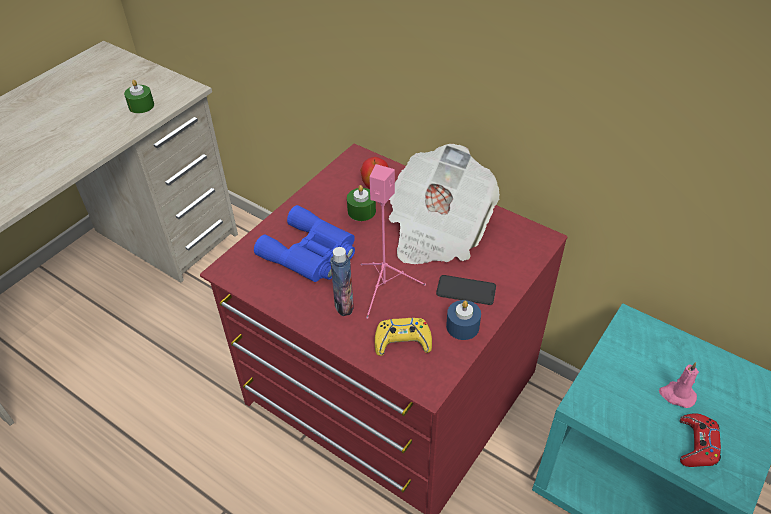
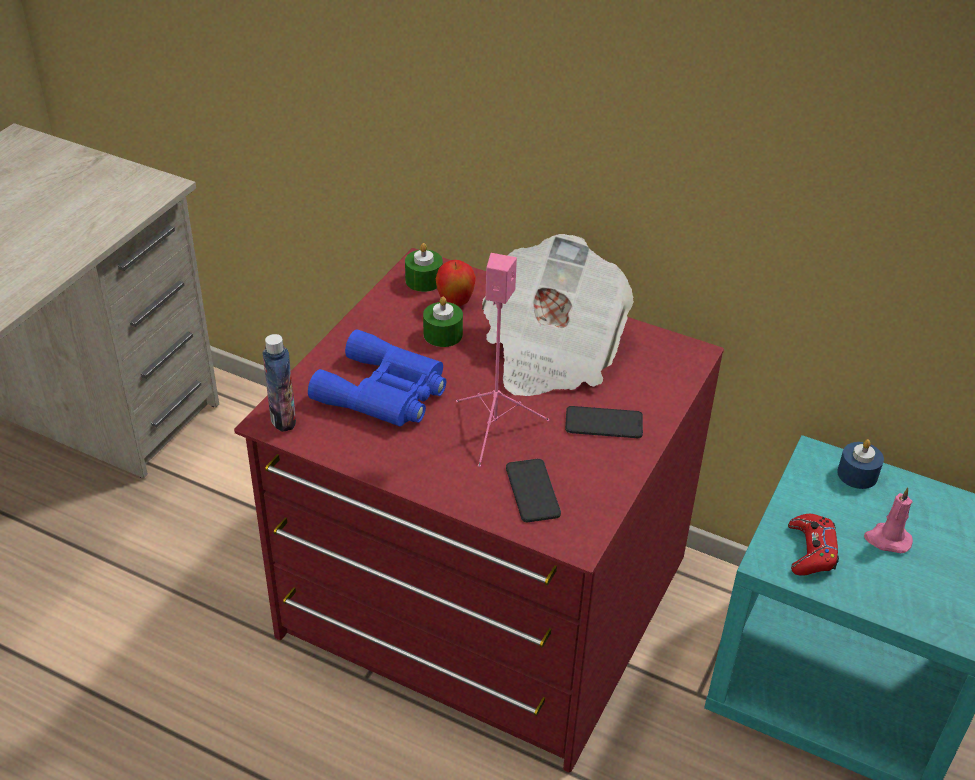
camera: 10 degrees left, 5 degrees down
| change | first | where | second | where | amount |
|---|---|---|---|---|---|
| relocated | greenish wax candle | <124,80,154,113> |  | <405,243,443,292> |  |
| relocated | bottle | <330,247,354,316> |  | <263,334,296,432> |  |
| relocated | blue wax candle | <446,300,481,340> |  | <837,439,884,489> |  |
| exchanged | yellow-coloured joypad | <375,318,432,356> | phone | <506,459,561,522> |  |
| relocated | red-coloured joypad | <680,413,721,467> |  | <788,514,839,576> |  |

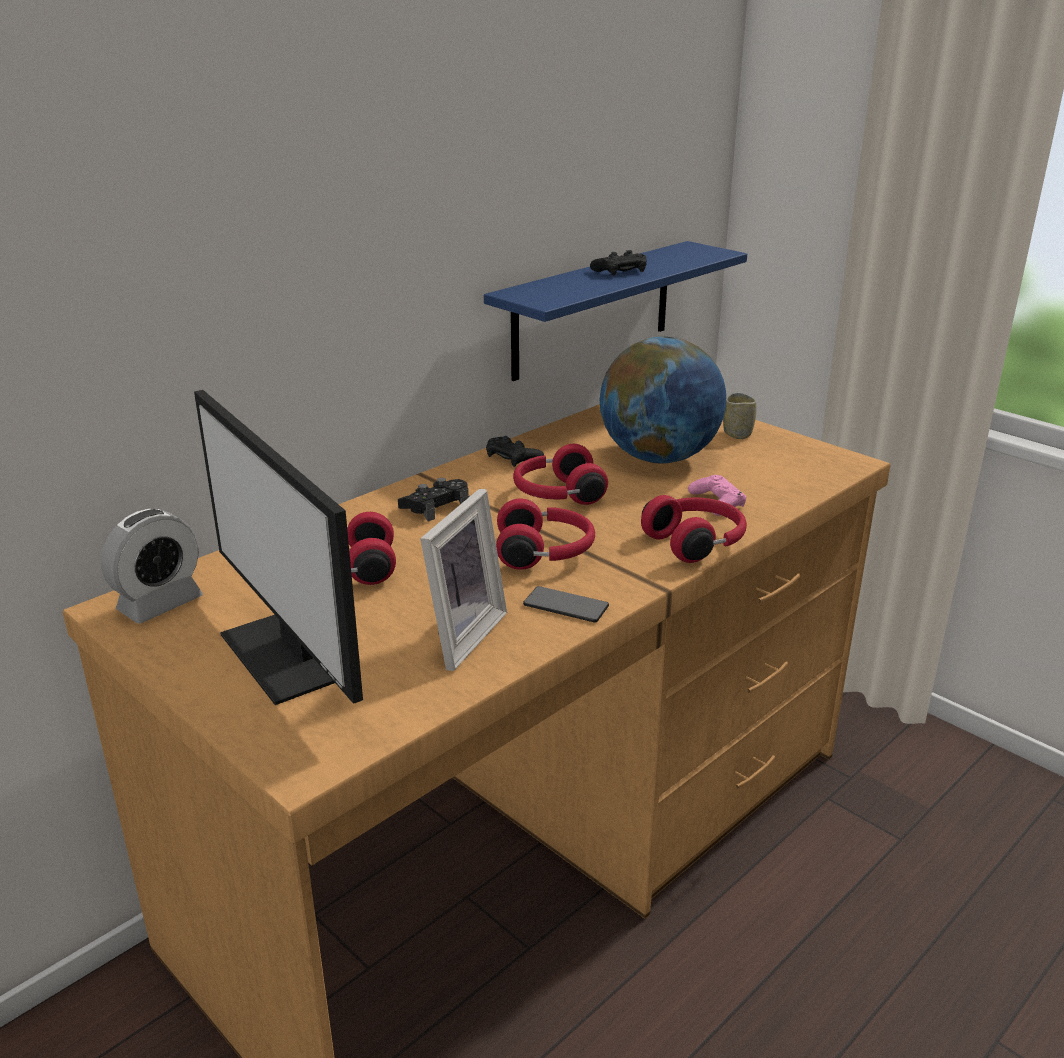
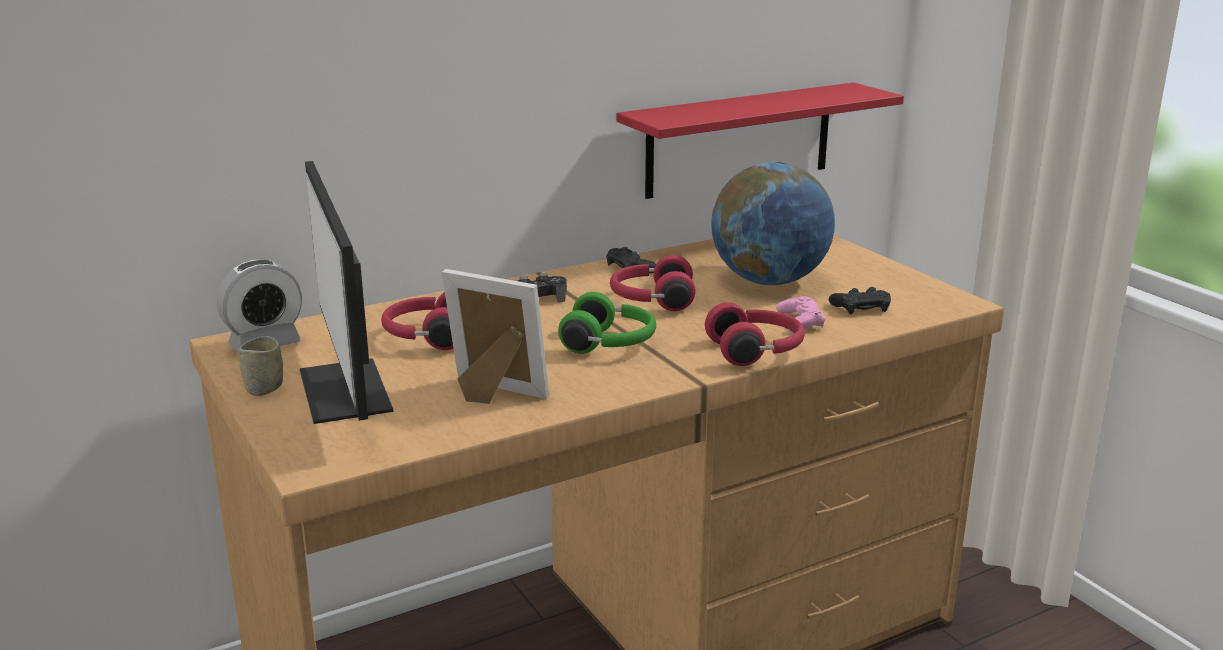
camera: 15 degrees right, 5 degrees down
| change | first | where | second | where | amount |
|---|---|---|---|---|---|
| colour | blue wall shelf | <484,241,747,381> | red-coloured wall shelf | <616,82,904,199> |  |
| relocated | black joypad | <590,250,647,276> |  | <829,287,891,315> |  |
| relocated | small cup | <723,392,756,439> |  | <239,336,283,396> |  |
| spun | picture frame | <420,489,507,671> |  | <442,269,549,404> | 105 degrees counterclockwise |
| colour | red-coloured headset | <496,498,595,570> | greenish headset | <558,292,656,354> |  |
| missing | phone | <523,586,609,622> |  |  |  |

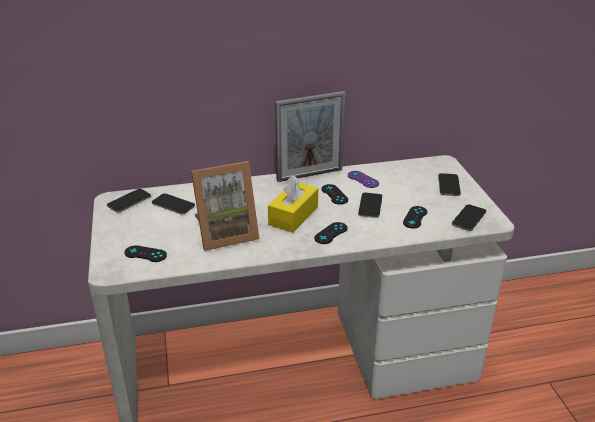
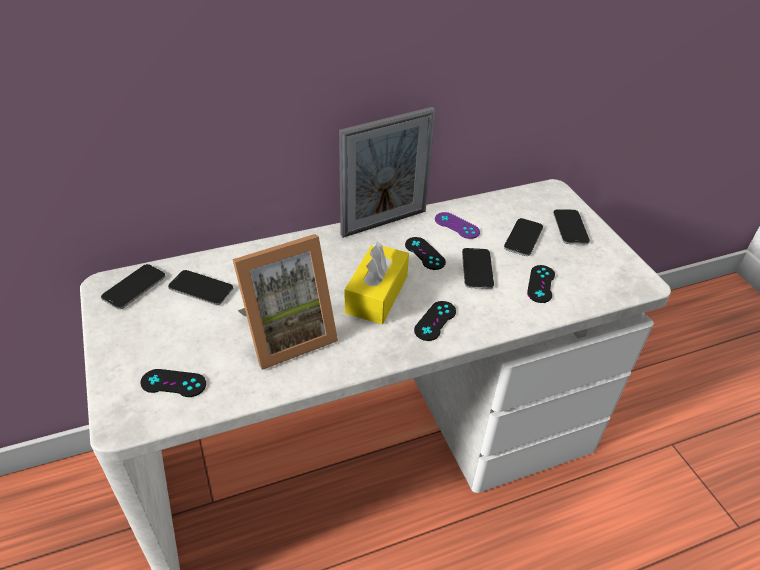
camera: 10 degrees left, 10 degrees up
| change | first | where | second | where | amount |
|---|---|---|---|---|---|
| relocated | phone | <452,204,486,231> |  | <504,218,543,256> |  |

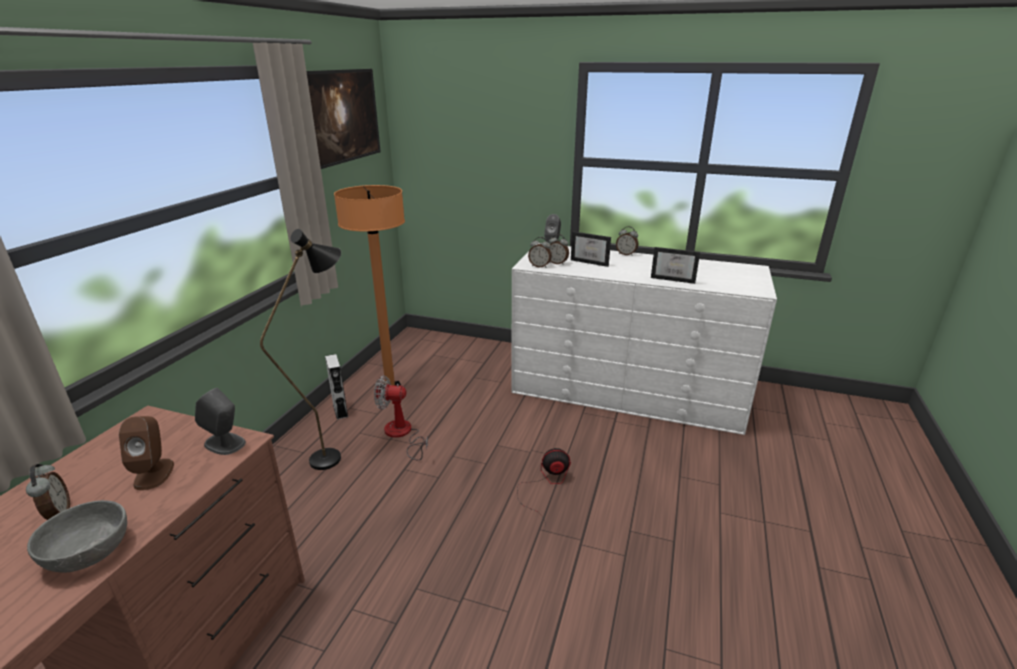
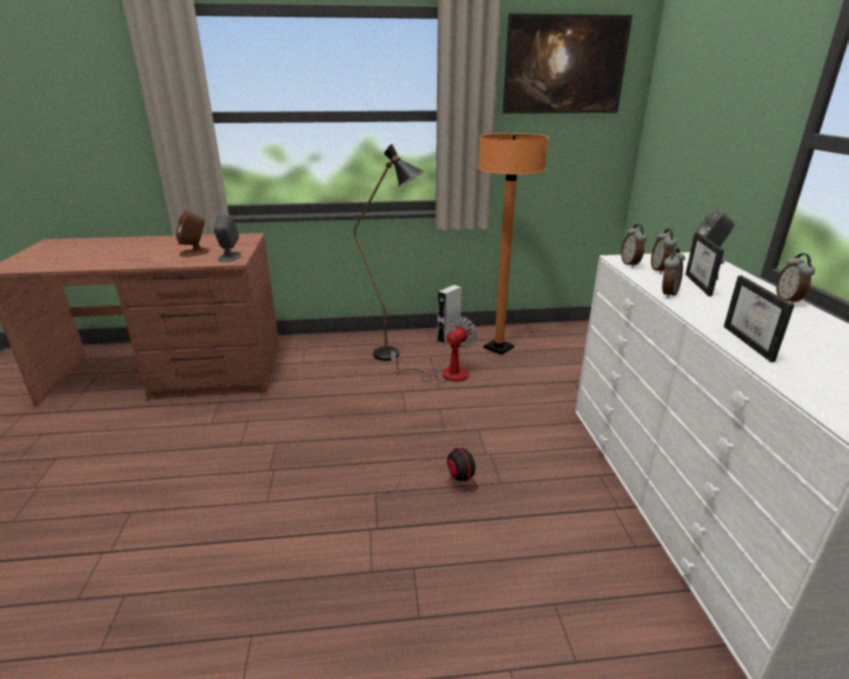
camera: 65 degrees right, 0 degrees up
| change | first | where | second | where | amount |
|---|---|---|---|---|---|
| spun | electric fan | <374,375,428,460> |  | <391,317,478,383> | 60 degrees clockwise |
| relocated | alarm clock | <26,464,70,520> |  | <662,248,685,298> |  |
| missing | greyish deep dish | <27,500,127,573> |  |  |  |

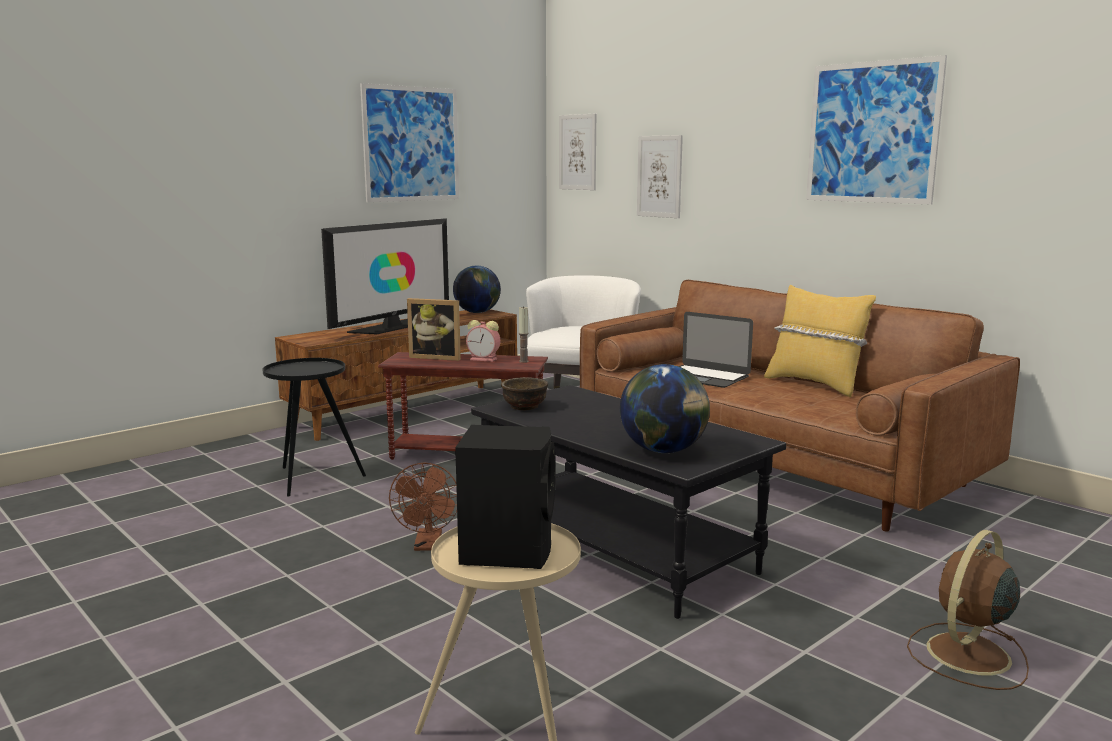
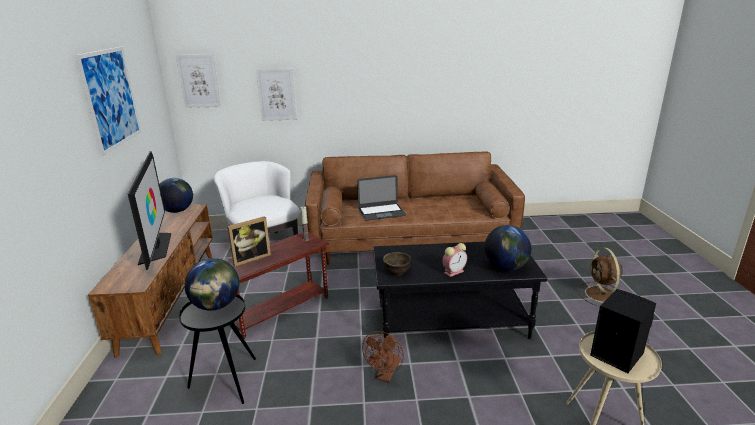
camera: 50 degrees left, 10 degrees up
| change | first | where | second | where | amount |
|---|---|---|---|---|---|
| missing | picture | <806,55,947,204> |  |  |  |
| missing | yellow-coloured cushion | <764,285,876,397> |  |  |  |
| relocated | alarm clock | <466,320,500,362> |  | <442,243,467,277> |  |
| spun | brown electric fan | <389,462,457,551> |  | <362,331,404,382> | 75 degrees clockwise |
| appeared |  |  | desk globe | <185,258,239,311> |  |

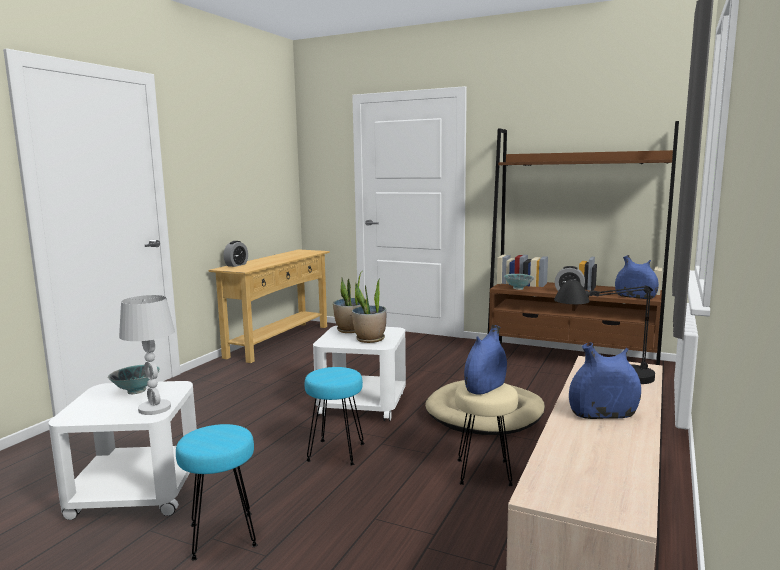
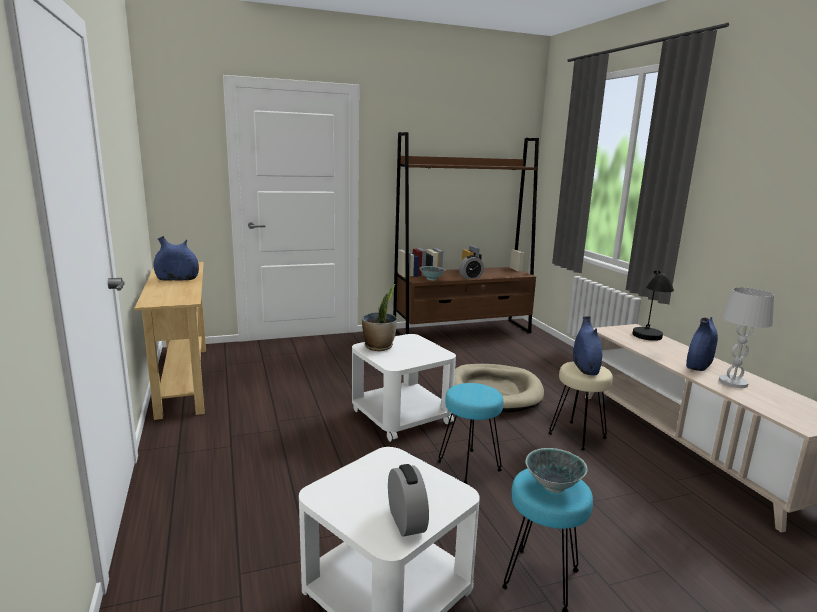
camera: 45 degrees left, 5 degrees up
| change | first | where | second | where | amount |
|---|---|---|---|---|---|
| relocated | alarm clock | <223,241,248,267> |  | <388,464,429,537> |  |
| relocated | blue flower vase | <615,255,659,299> |  | <153,236,199,280> |  |
| missing | plant in a pot | <352,278,386,343> |  |  |  |
| relocated | whitish tabletop lamp | <119,295,175,415> |  | <719,287,774,388> |  |
| relocated | deep dish | <108,365,160,394> |  | <526,448,587,493> |  |

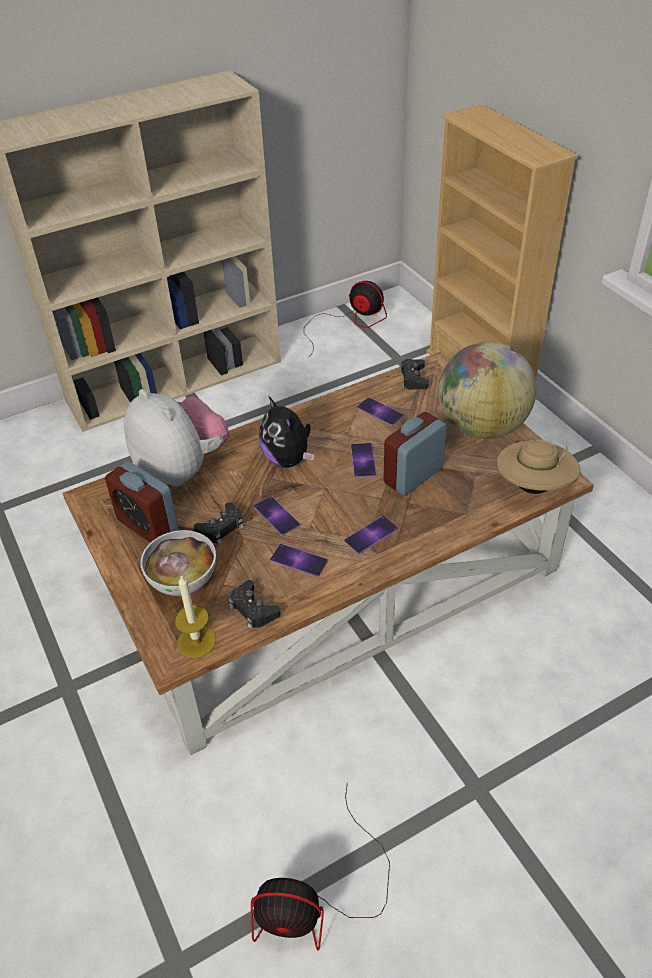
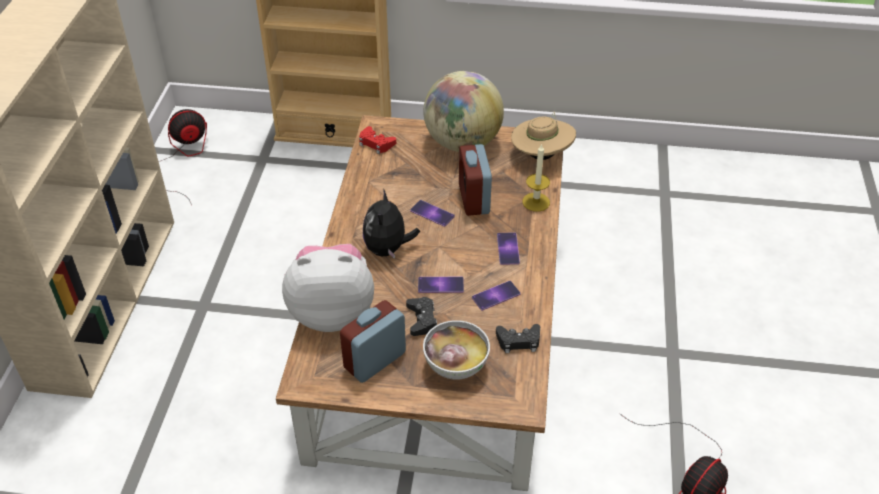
camera: 55 degrees left, 0 degrees up
| change | first | where | second | where | amount |
|---|---|---|---|---|---|
| colour | black joypad | <400,359,429,390> | red-coloured joypad | <359,126,396,154> |  |
| spun | soft toy | <259,396,314,468> |  | <363,189,420,259> | 90 degrees clockwise |
| missing | phone | <357,397,404,426> |  |  |  |
| spun | alarm clock | <105,461,179,543> |  | <340,300,406,383> | 150 degrees clockwise |
| relocated | wax candle | <175,575,216,658> |  | <522,144,550,212> |  |

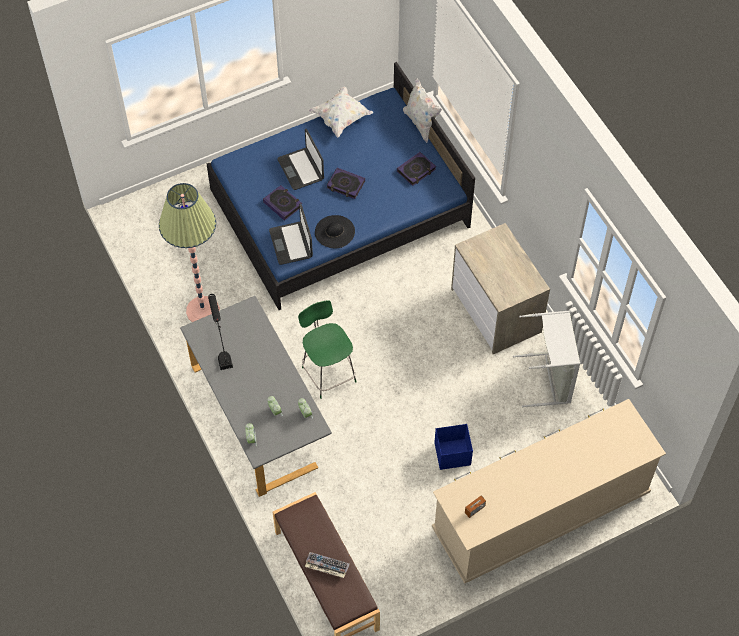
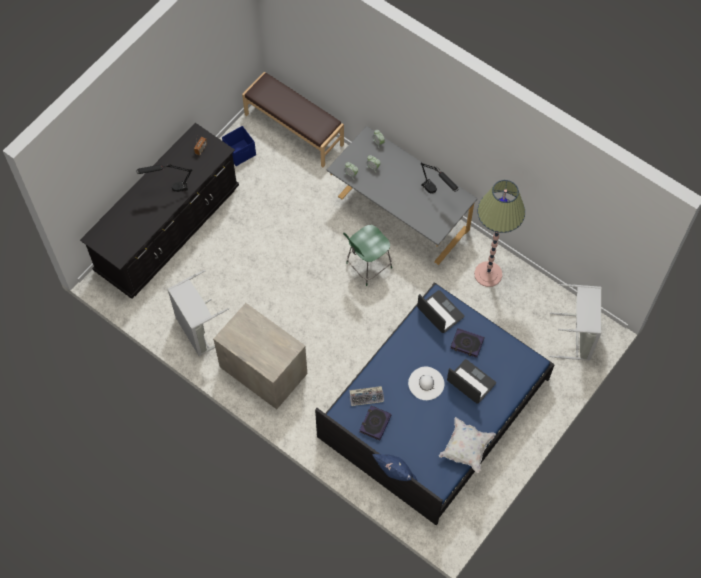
camera: 155 degrees right, 5 degrees up
| change | first | where | second | where | amount |
|---|---|---|---|---|---|
| colour | whitish cushion | <403,78,442,143> | blue cushion | <372,454,417,481> |  |
| exchanged | book | <326,168,365,199> | whitish hat | <408,367,445,400> |  |
| missing | black hat | <315,215,355,248> |  |  |  |
| spun | greenish chair | <298,300,357,399> |  | <343,225,392,286> | 105 degrees clockwise |
| colour | beige chest of drawers | <432,399,666,584> | black chest of drawers | <80,123,239,299> |  |
| relocated | blue storage bin | <434,424,473,470> |  | <222,126,256,166> |  |
| relocated | computer keyboard | <305,552,350,578> |  | <350,386,384,406> |  |
| appeared |  |  | black tabletop lamp | <136,164,193,192> |  |
| appeared |  |  | greyish hamper | <549,284,601,361> |  |

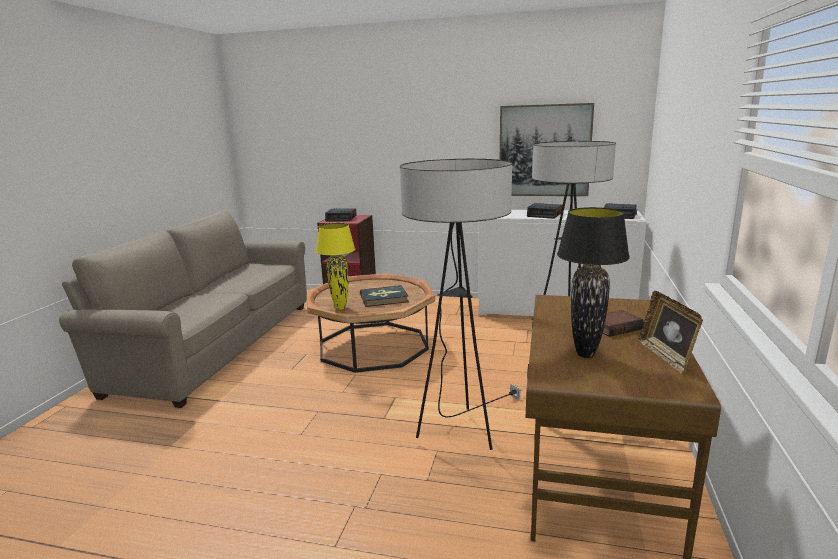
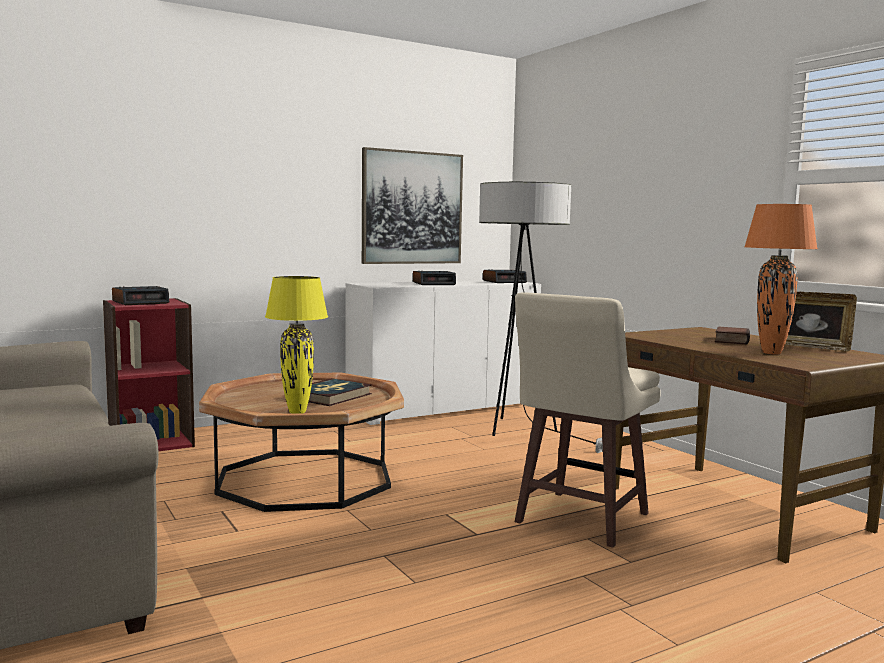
camera: 45 degrees left, 10 degrees down
| change | first | where | second | where | amount |
|---|---|---|---|---|---|
| exchanged | floor lamp | <400,159,522,450> | beige stool | <515,292,661,548> |  |
| colour | black tabletop lamp | <557,207,630,358> | orange-coloured tabletop lamp | <744,204,818,355> |  |

